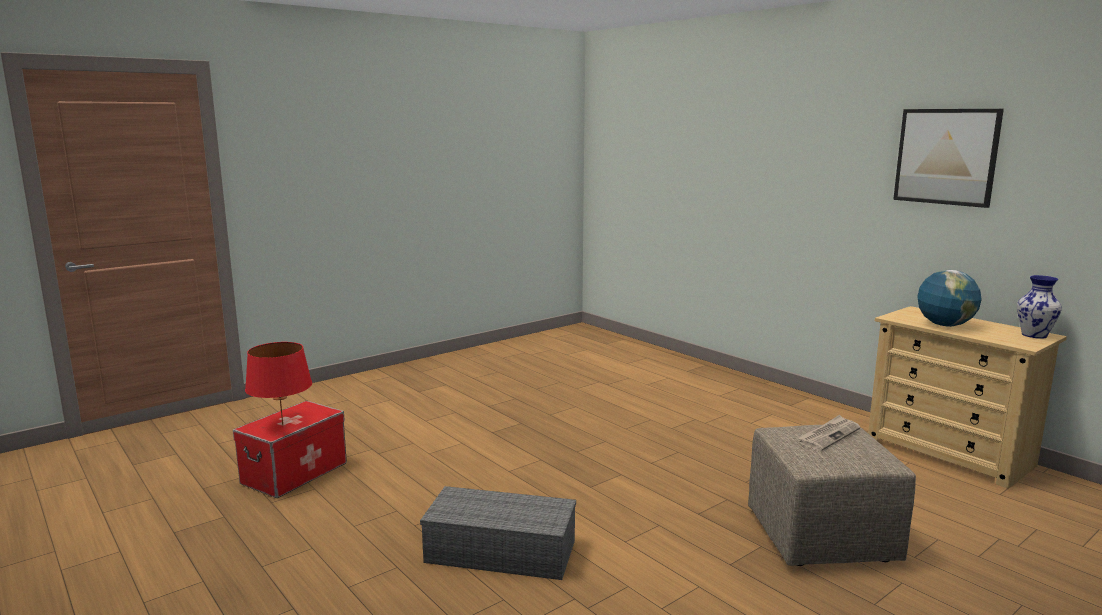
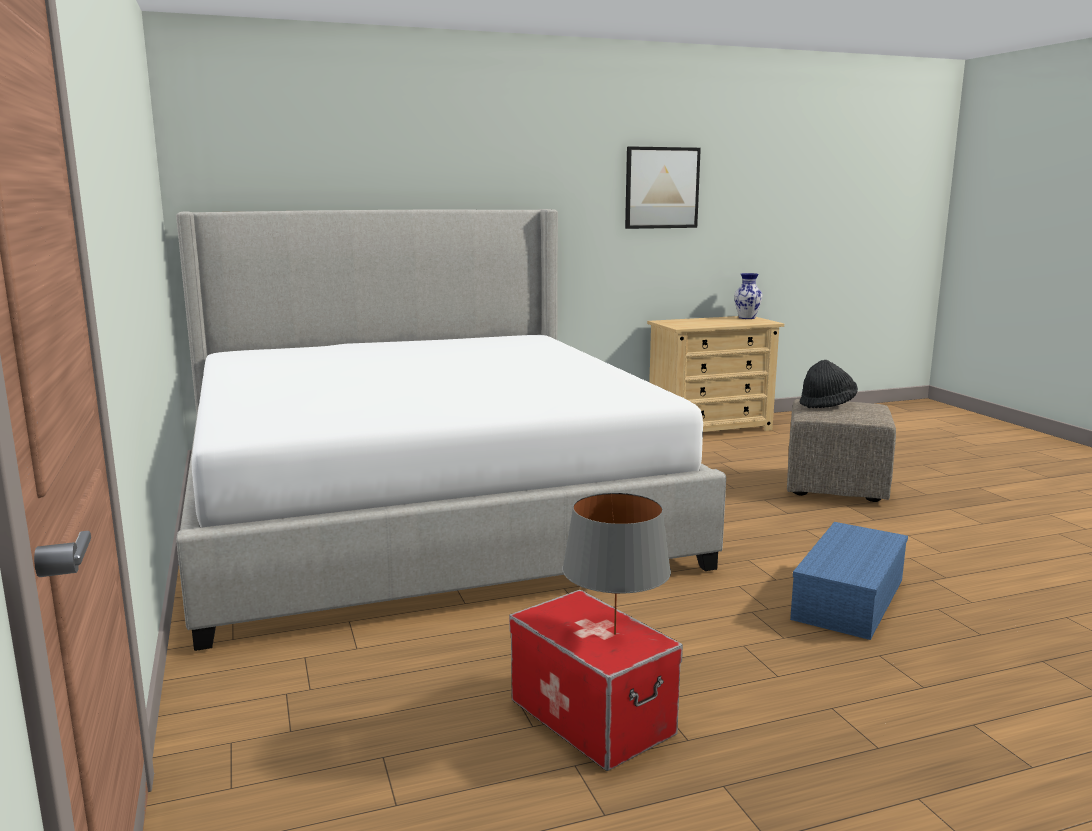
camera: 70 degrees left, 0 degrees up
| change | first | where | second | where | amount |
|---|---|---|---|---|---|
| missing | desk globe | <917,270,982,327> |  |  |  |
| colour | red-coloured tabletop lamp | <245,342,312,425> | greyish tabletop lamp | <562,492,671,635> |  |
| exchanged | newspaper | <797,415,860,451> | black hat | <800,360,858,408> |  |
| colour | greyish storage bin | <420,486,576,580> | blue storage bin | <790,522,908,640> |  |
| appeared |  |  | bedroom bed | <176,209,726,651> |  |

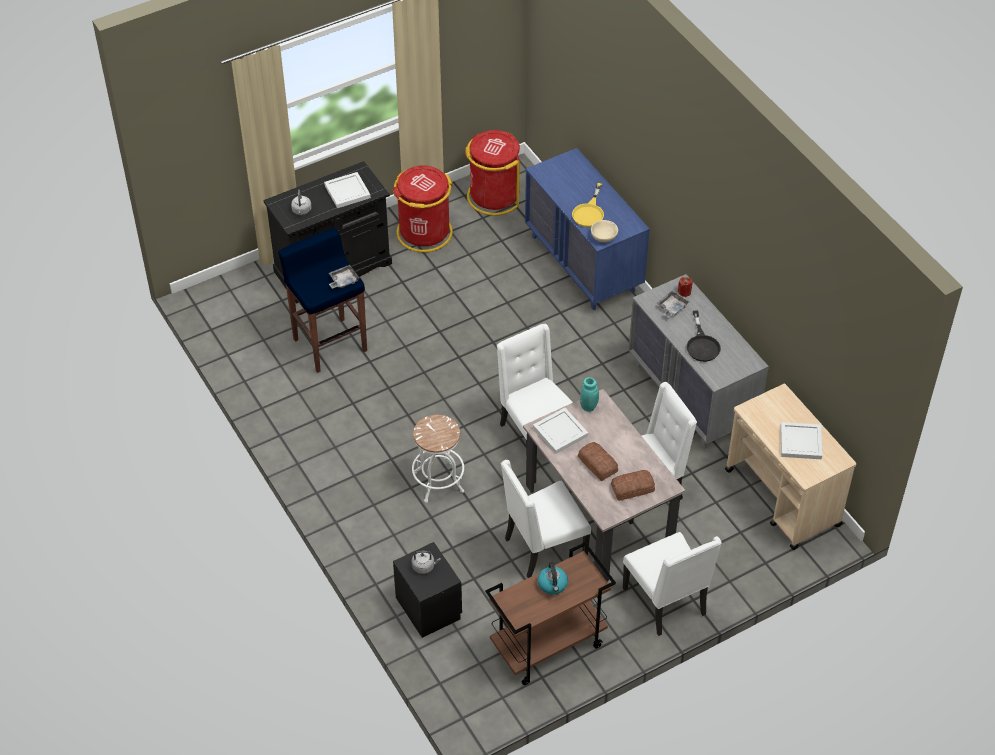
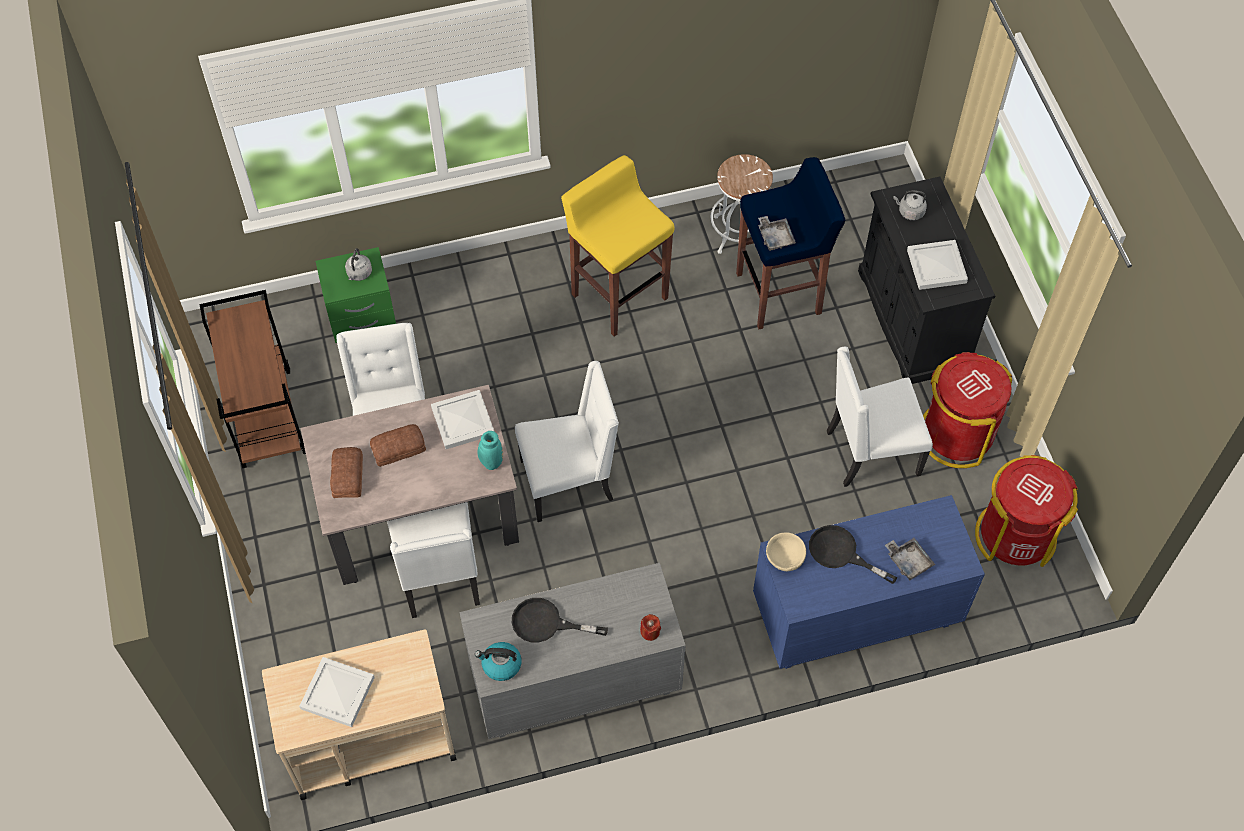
camera: 105 degrees right, 10 degrees up
| change | first | where | second | where | amount |
|---|---|---|---|---|---|
| colour | yellow-coloured skillet | <572,183,604,227> | black skillet | <809,525,897,584> |  |
| relocated | greyish serving tray | <657,291,689,318> |  | <885,538,935,580> |  |
| relocated | whitish stool | <412,415,464,503> |  | <711,154,773,254> |  |
| relocated | whitish chair | <623,532,722,636> |  | <827,347,933,487> |  |
| colour | black nightstand | <393,542,462,638> | greenish nightstand | <316,247,396,343> |  |
| relocated | water kettle | <538,562,568,595> |  | <475,642,521,681> |  |
| appeared |  |  | yellow-coloured stool | <561,155,674,337> |  |

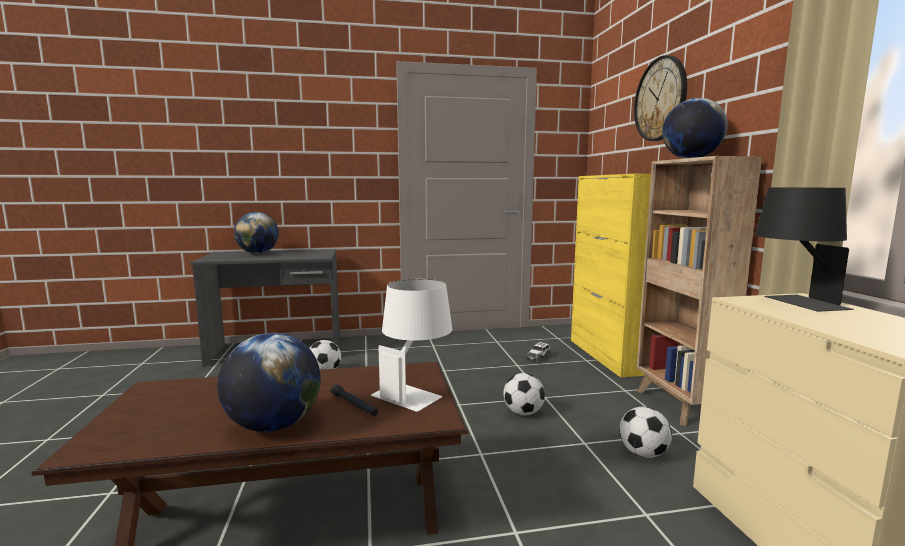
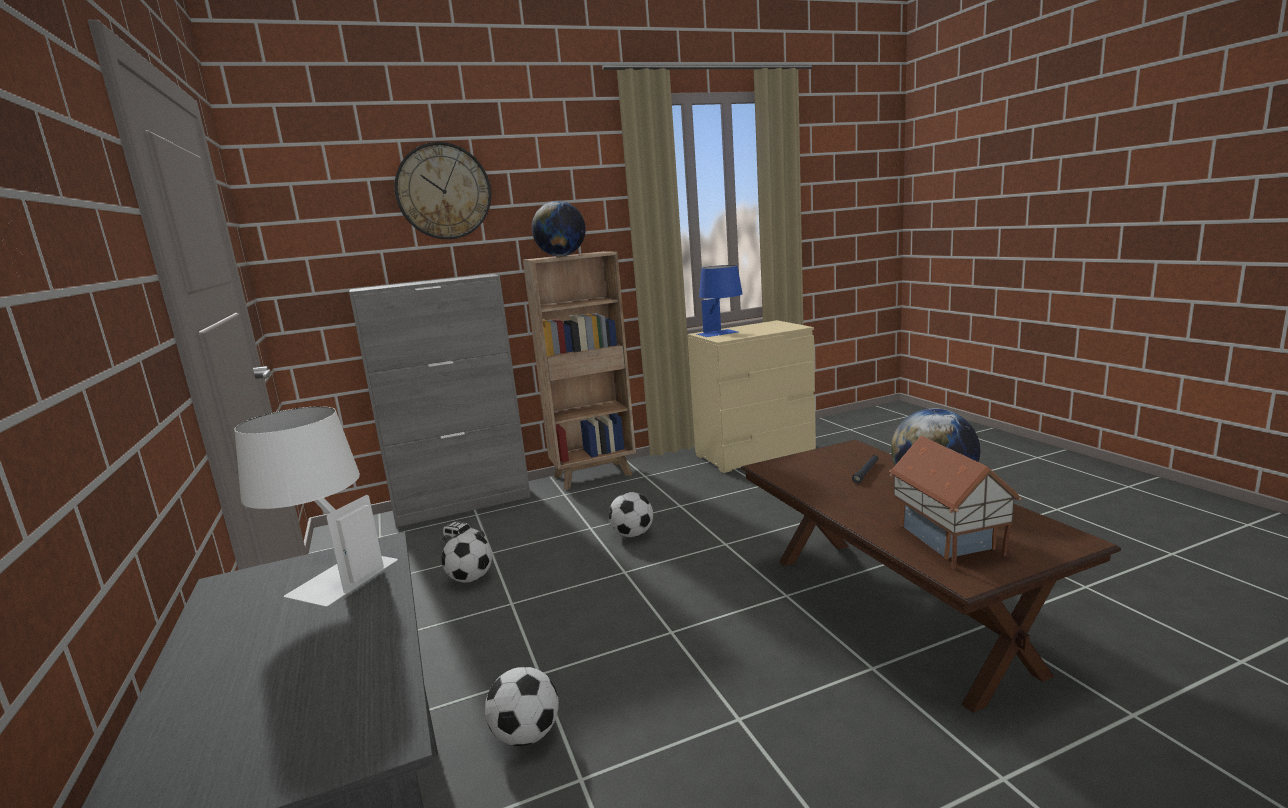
camera: 100 degrees left, 5 degrees up
| change | first | where | second | where | amount |
|---|---|---|---|---|---|
| colour | yellow-coloured cupboard | <571,174,651,378> | greyish cupboard | <349,274,531,527> |  |
| colour | black tabletop lamp | <755,188,854,312> | blue tabletop lamp | <697,265,743,337> |  |
| missing | desk globe | <234,212,279,254> |  |  |  |
| relocated | whitish tabletop lamp | <371,279,452,412> |  | <234,406,398,607> |  |
| relocated | football | <619,407,672,458> |  | <441,532,492,582> |  |
| appeared |  |  | miniature house | <889,436,1022,569> |  |

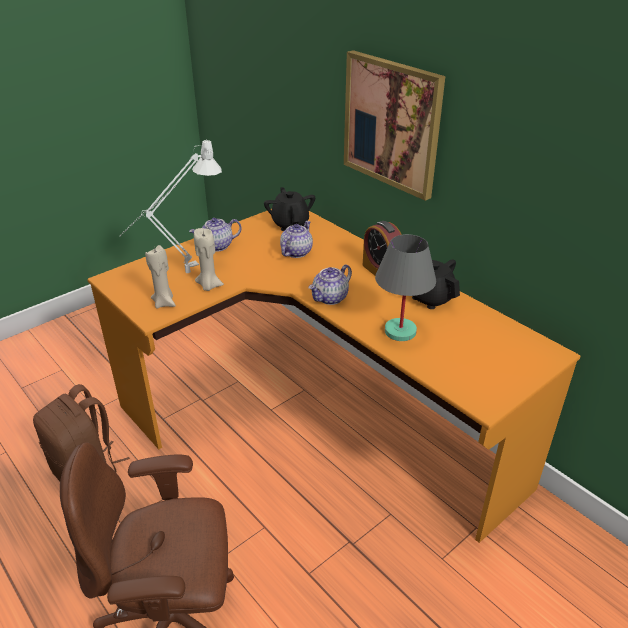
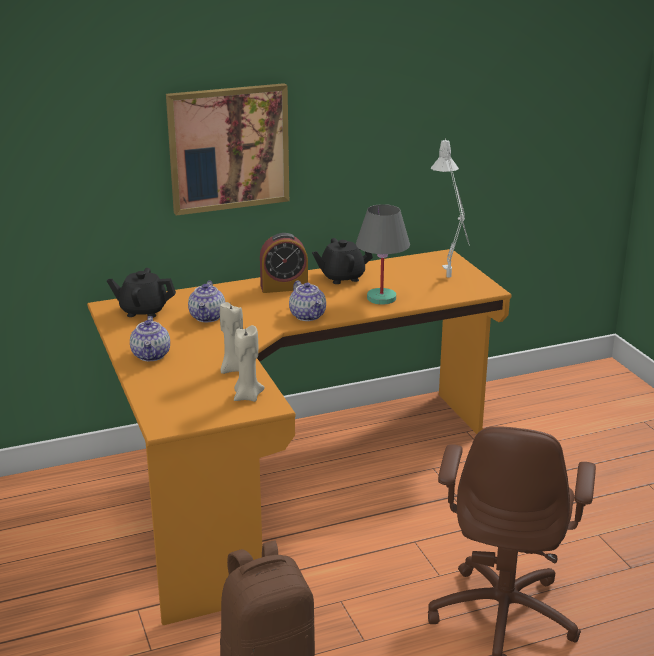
camera: 70 degrees left, 10 degrees down
| change | first | where | second | where | amount |
|---|---|---|---|---|---|
| relocated | whitish tabletop lamp | <119,140,222,273> |  | <430,138,470,278> |  |
| spun | teapot | <280,221,313,258> |  | <188,281,225,322> | 135 degrees counterclockwise |

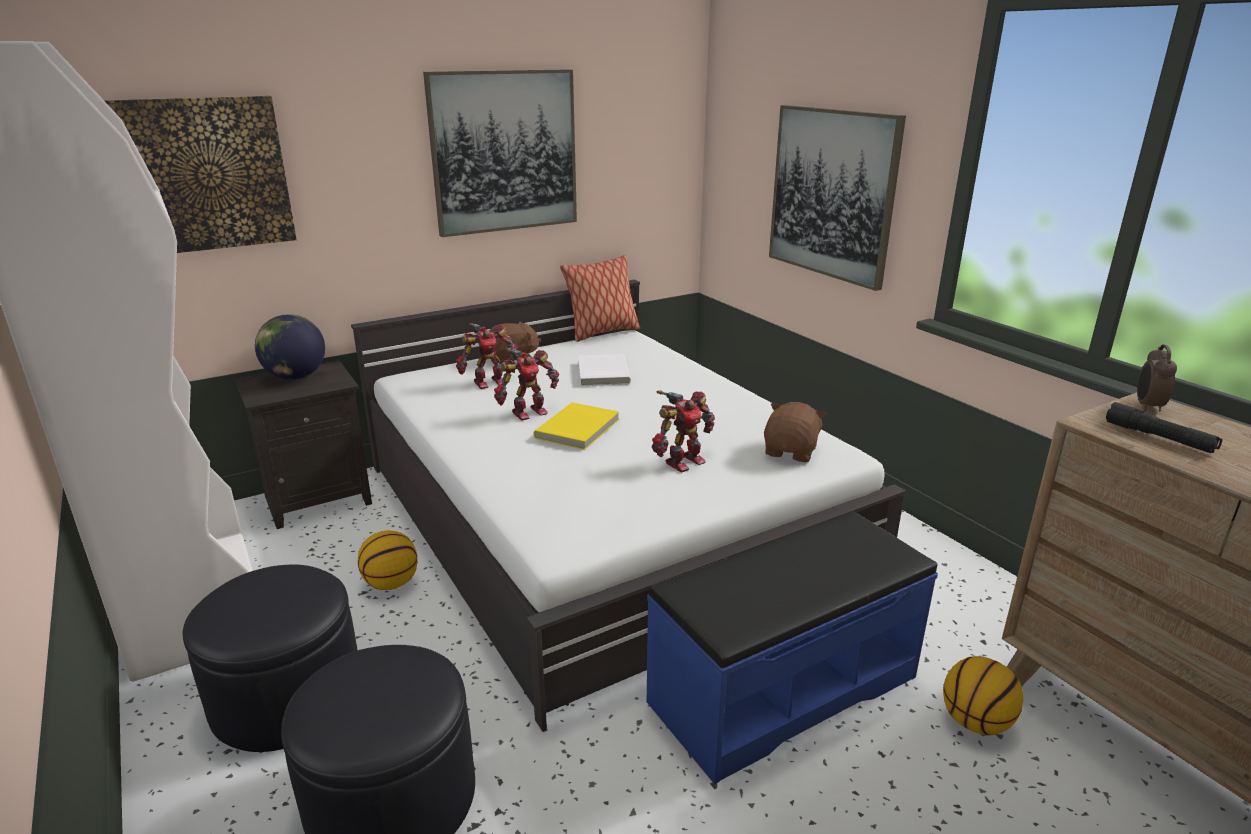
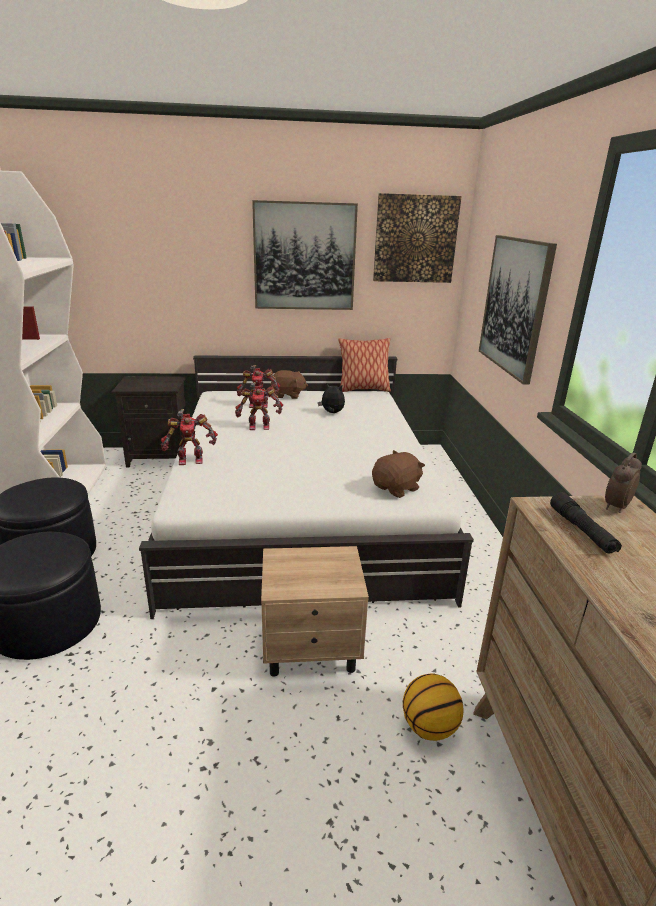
camera: 25 degrees right, 0 degrees up
| change | first | where | second | where | amount |
|---|---|---|---|---|---|
| relocated | picture | <104,96,297,253> |  | <373,193,462,283> |  |
| missing | desk globe | <255,314,325,380> |  |  |  |
| exchanged | whitish book | <578,354,631,386> | soft toy | <318,383,345,413> |  |
| relocated | model robot | <652,390,715,473> |  | <161,409,218,465> |  |
| missing | yellow-coloured book | <534,402,619,450> |  |  |  |
| exchanged | blue indoor bench | <647,511,938,784> | beige nightstand | <261,546,369,677> |  |
| missing | basketball ball | <358,531,417,590> |  |  |  |

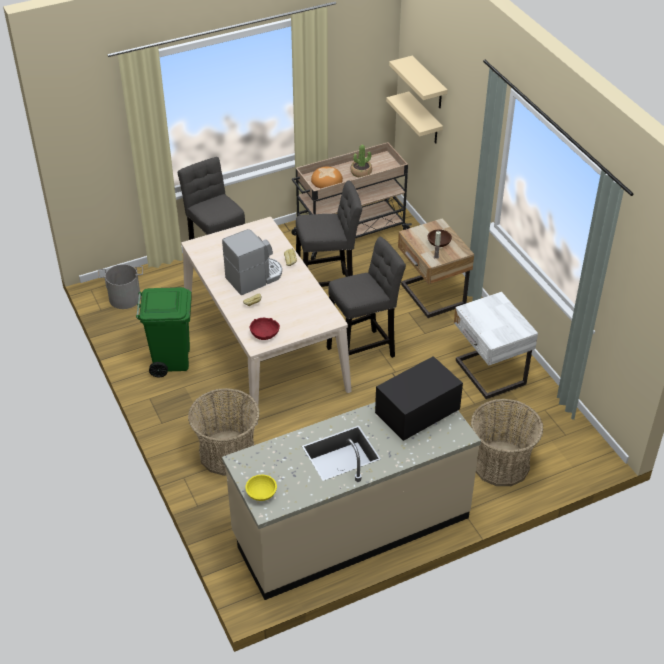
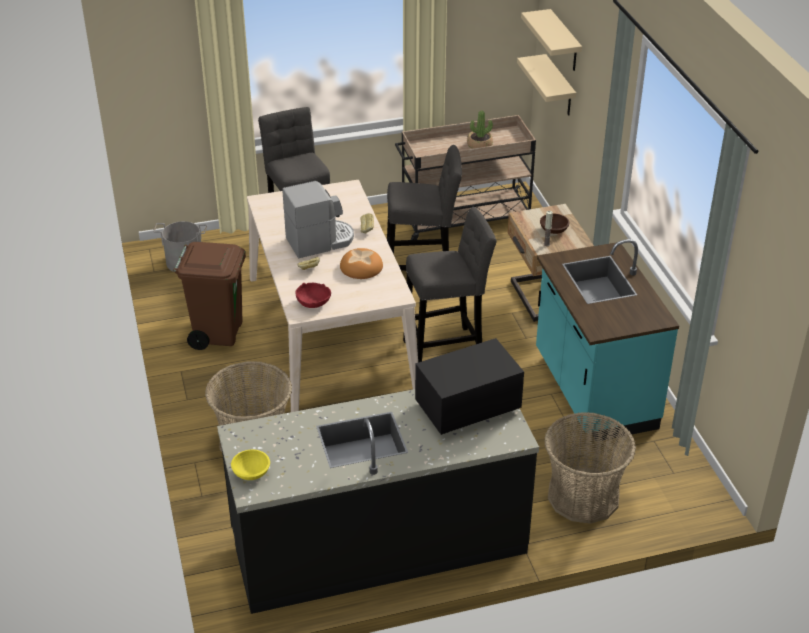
camera: 10 degrees right, 5 degrees down
| change | first | where | second | where | amount |
|---|---|---|---|---|---|
| relocated | baked bread | <311,167,343,188> |  | <340,248,383,279> |  |
| colour | greenish rubbish bin | <136,287,192,377> | brown rubbish bin | <173,242,246,350> |  |
| exchanged | whitish nightstand | <454,292,538,399> | blue-green kitchen base unit | <536,239,679,441> |  |
| colour | beige kitchen base unit | <222,402,481,600> | black kitchen base unit | <217,389,539,614> |  |

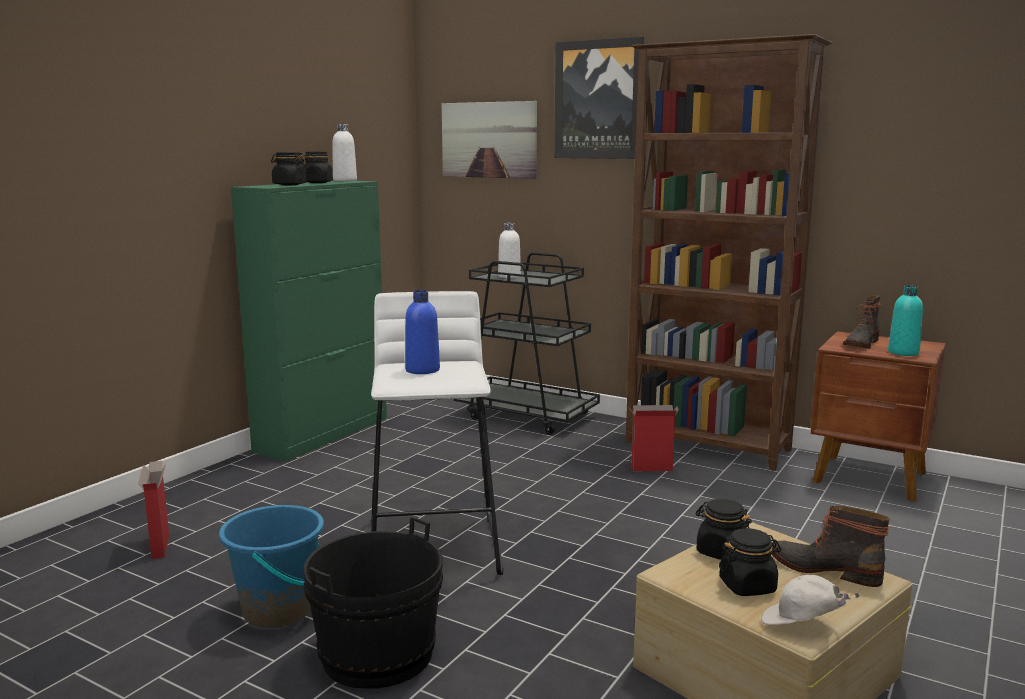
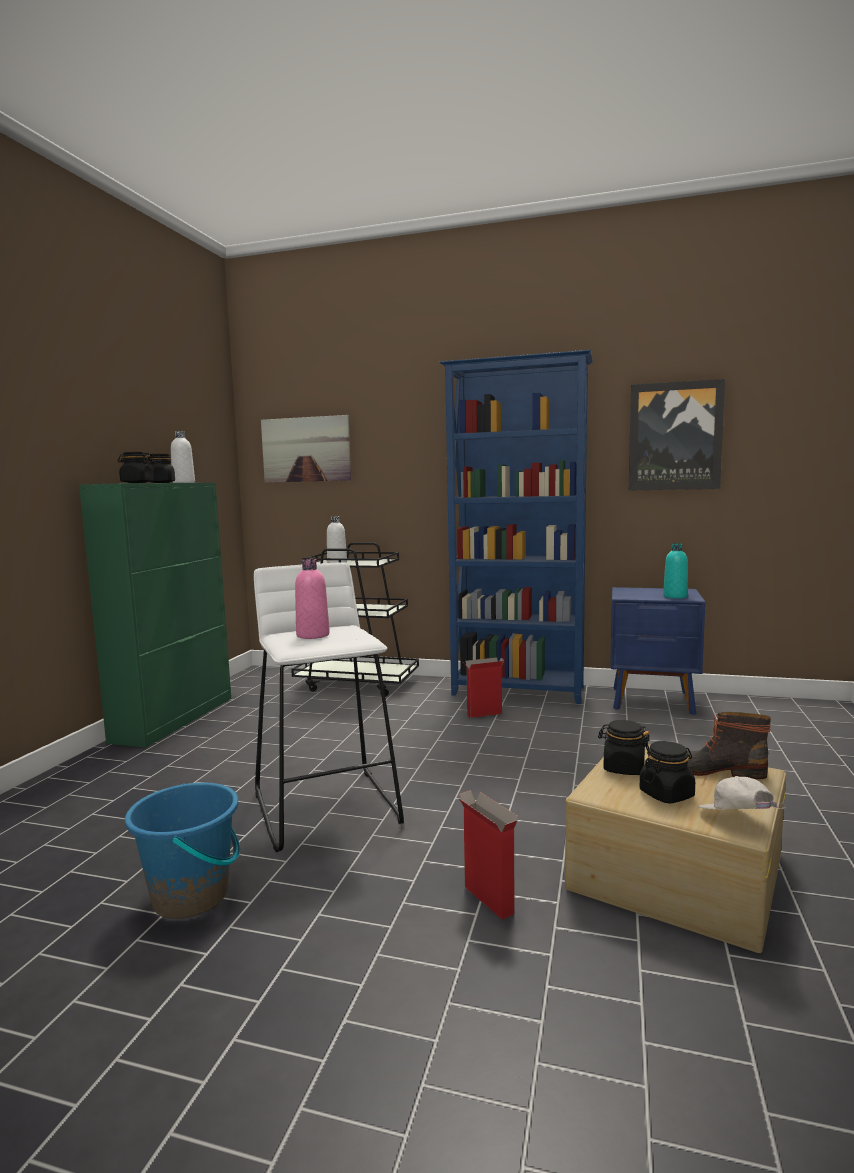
camera: 15 degrees left, 5 degrees down
| change | first | where | second | where | amount |
|---|---|---|---|---|---|
| colour | brown bookshelf | <626,34,832,471> | blue bookshelf | <439,350,593,704> |  |
| relocated | picture | <554,37,644,159> |  | <629,379,725,491> |  |
| colour | blue bottle | <405,290,440,374> | pinkish bottle | <295,559,330,639> |  |
| missing | high-top boot | <843,295,881,349> |  |  |  |
| colour | brown nightstand | <811,331,946,502> | blue nightstand | <610,587,706,715> |  |
| relocated | packing box | <138,461,169,559> |  | <459,790,518,920> |  |
| missing | black water bucket | <304,517,443,688> |  |  |  |
| spun | whitish baseball cap | <761,575,860,625> |  | <698,776,786,810> | 60 degrees clockwise |

